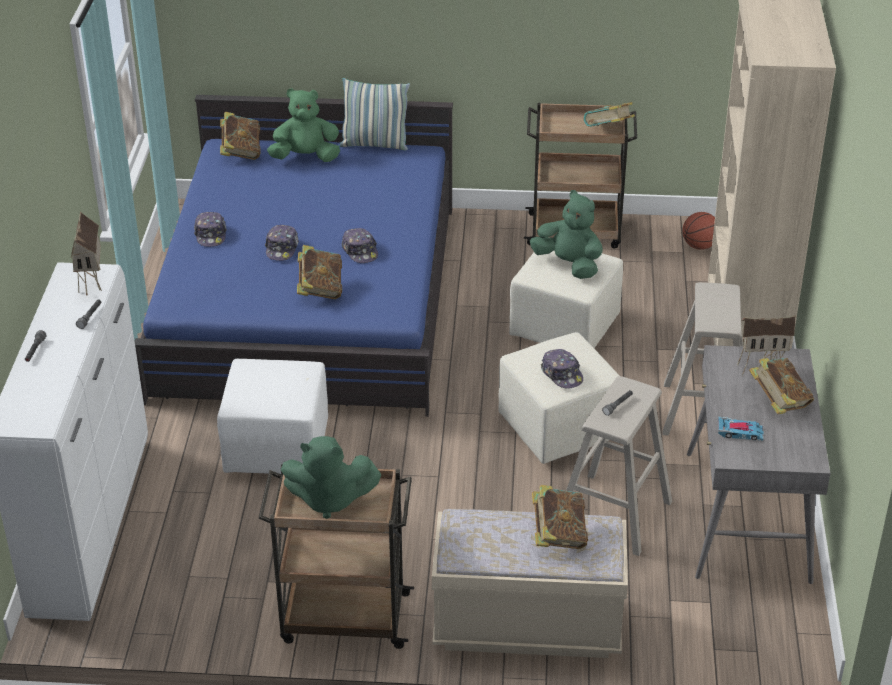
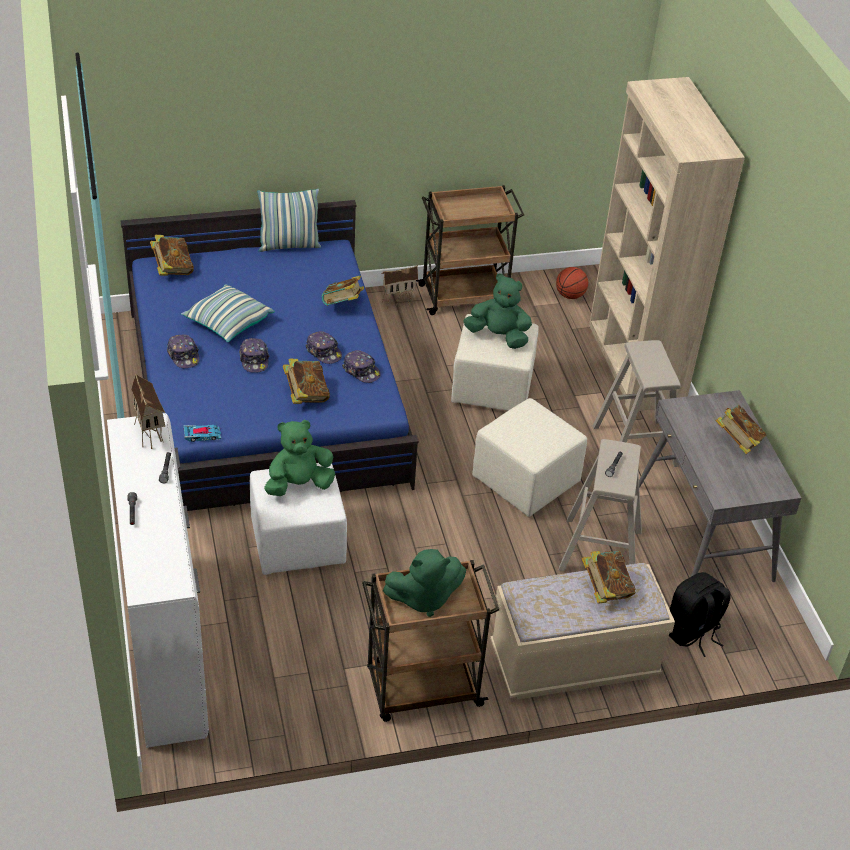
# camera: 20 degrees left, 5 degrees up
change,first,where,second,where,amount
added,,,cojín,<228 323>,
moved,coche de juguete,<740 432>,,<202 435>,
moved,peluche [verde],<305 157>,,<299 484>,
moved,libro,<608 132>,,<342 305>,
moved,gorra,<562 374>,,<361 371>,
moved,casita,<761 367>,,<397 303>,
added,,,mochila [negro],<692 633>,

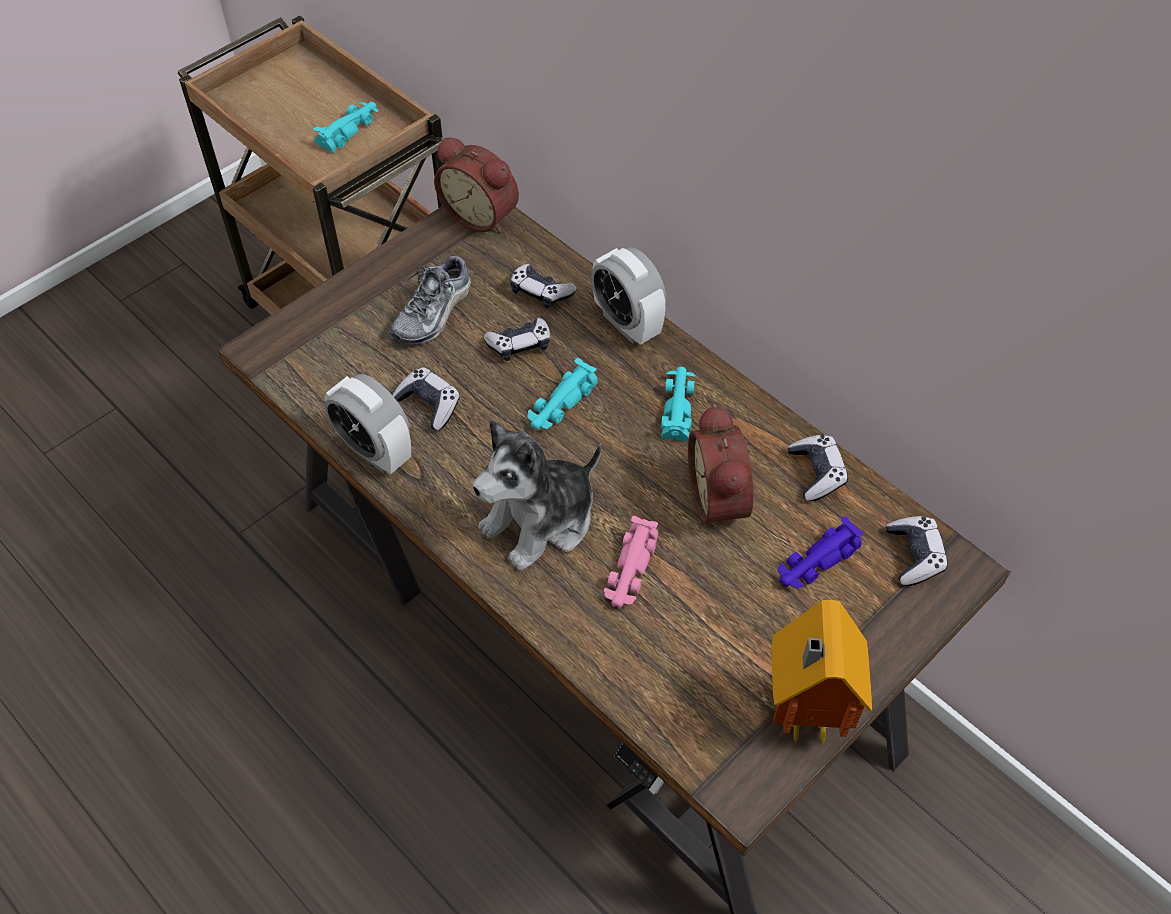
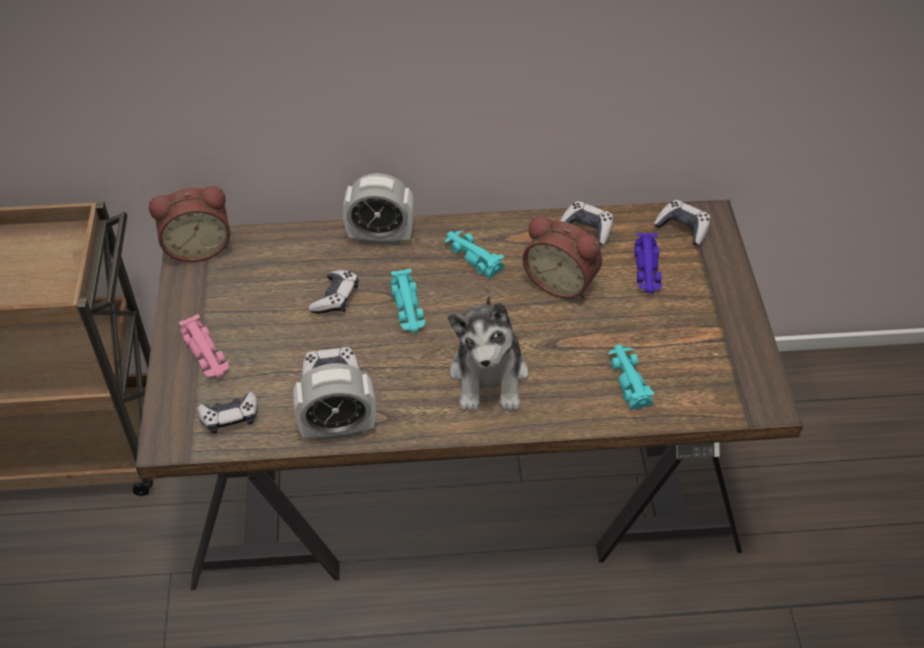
# camera: 50 degrees left, 5 degrees down
change,first,where,second,where,amount
moved,coche de juguete [rosa],<630 570>,,<206 355>,
moved,mando de consola,<540 292>,,<230 417>,
moved,coche de juguete [turquesa],<349 129>,,<628 379>,
removed,zapato,<433 313>,,,
removed,casita,<802 714>,,,

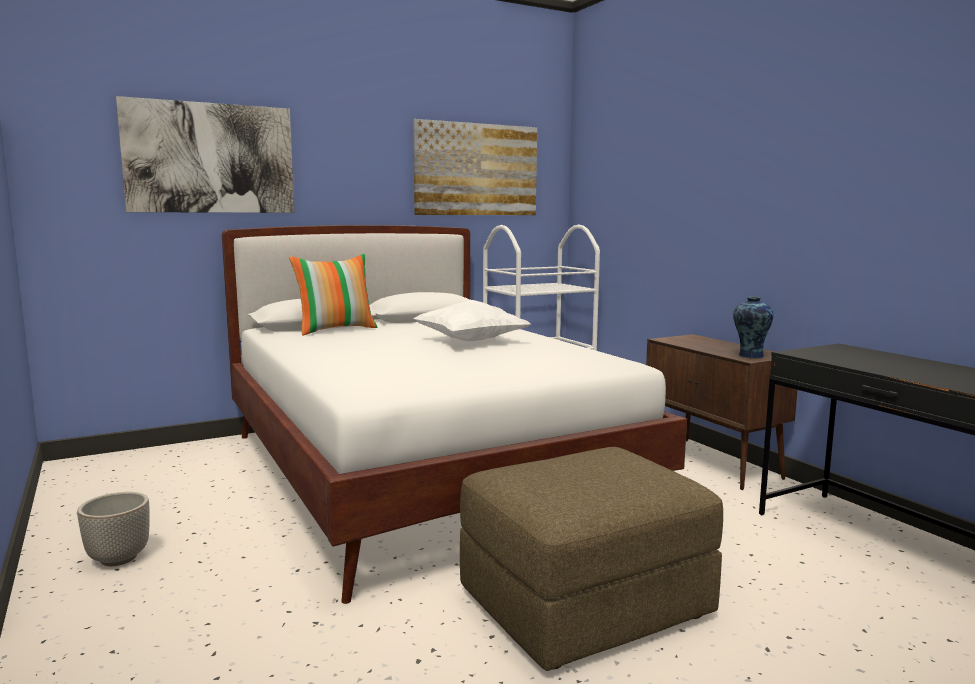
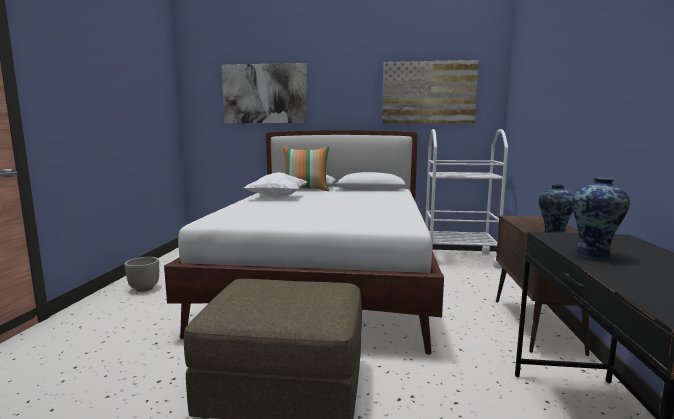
# camera: 35 degrees right, 0 degrees up
change,first,where,second,where,amount
moved,cojín [blanco],<471 341>,,<277 197>,
added,,,florero,<594 255>,

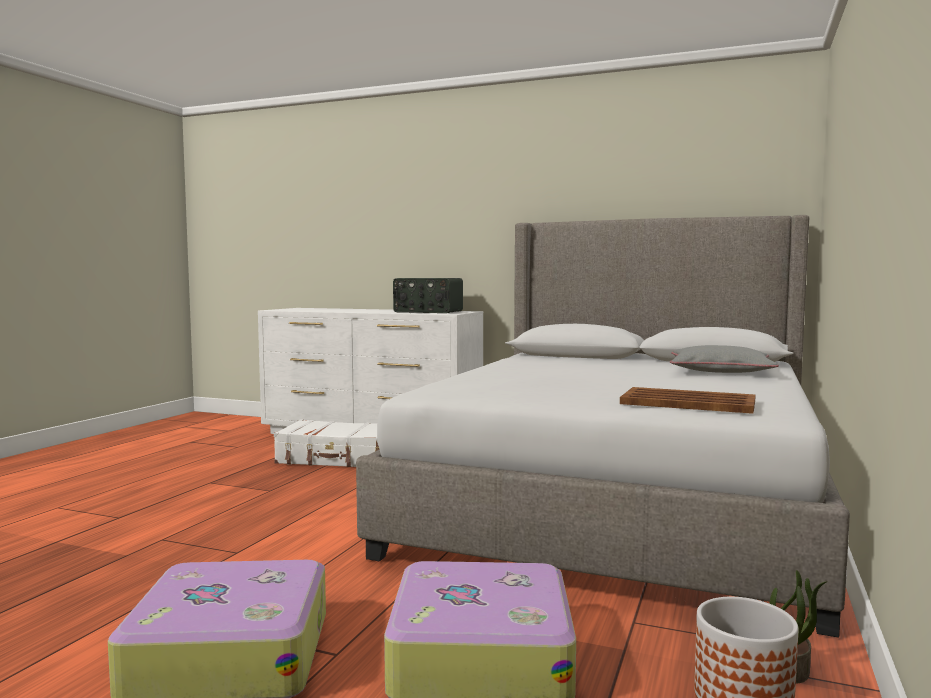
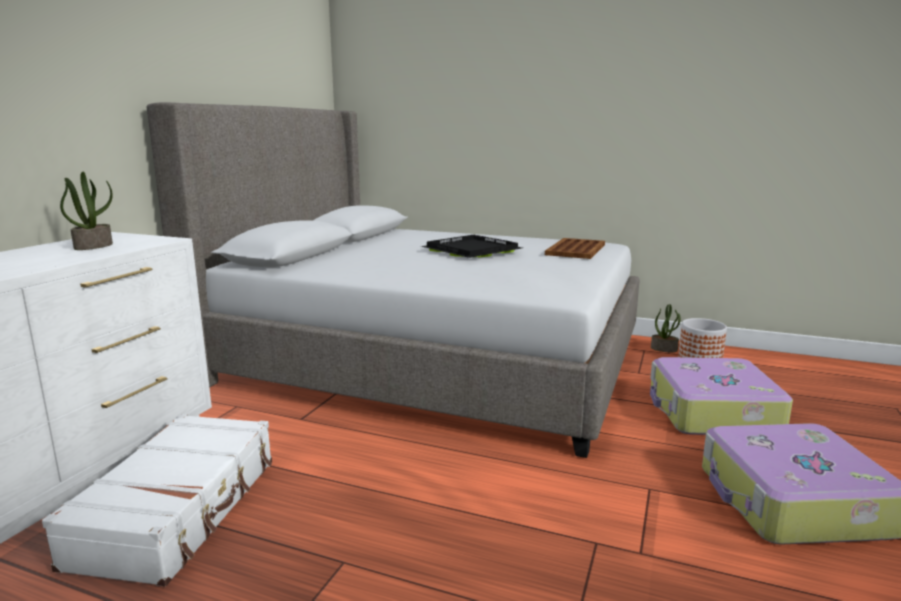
# camera: 90 degrees left, 10 degrees up
change,first,where,second,where,amount
replaced,radio,<428 311>,planta en maceta,<93 246>,
added,,,bandeja [negro],<470 250>,
removed,cojín [gris],<720 371>,,,

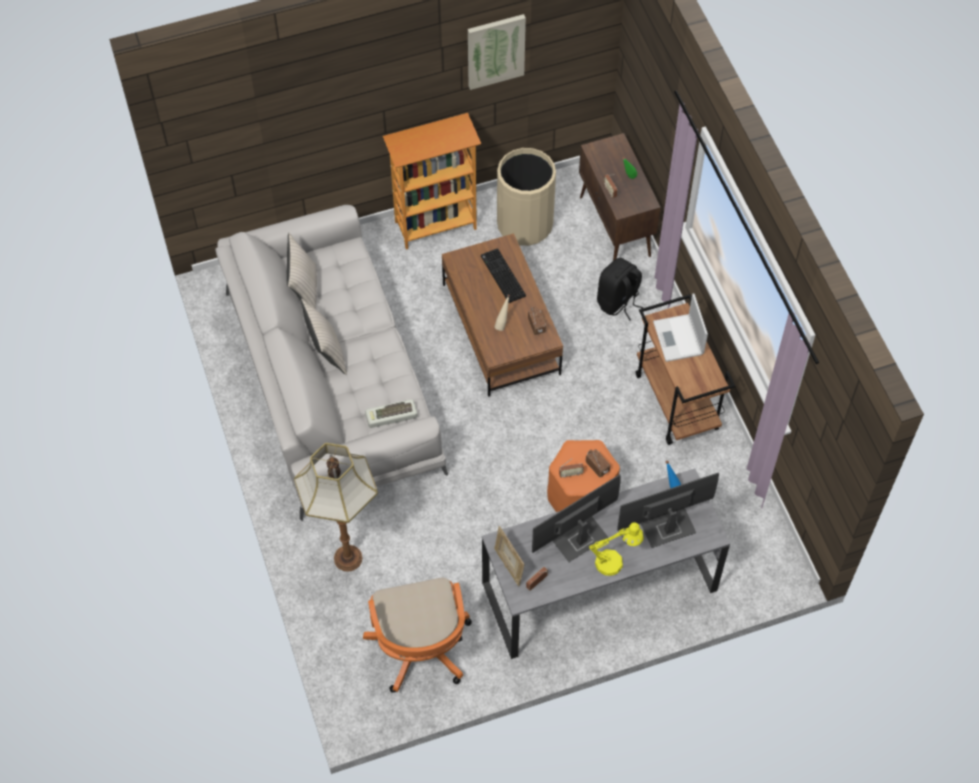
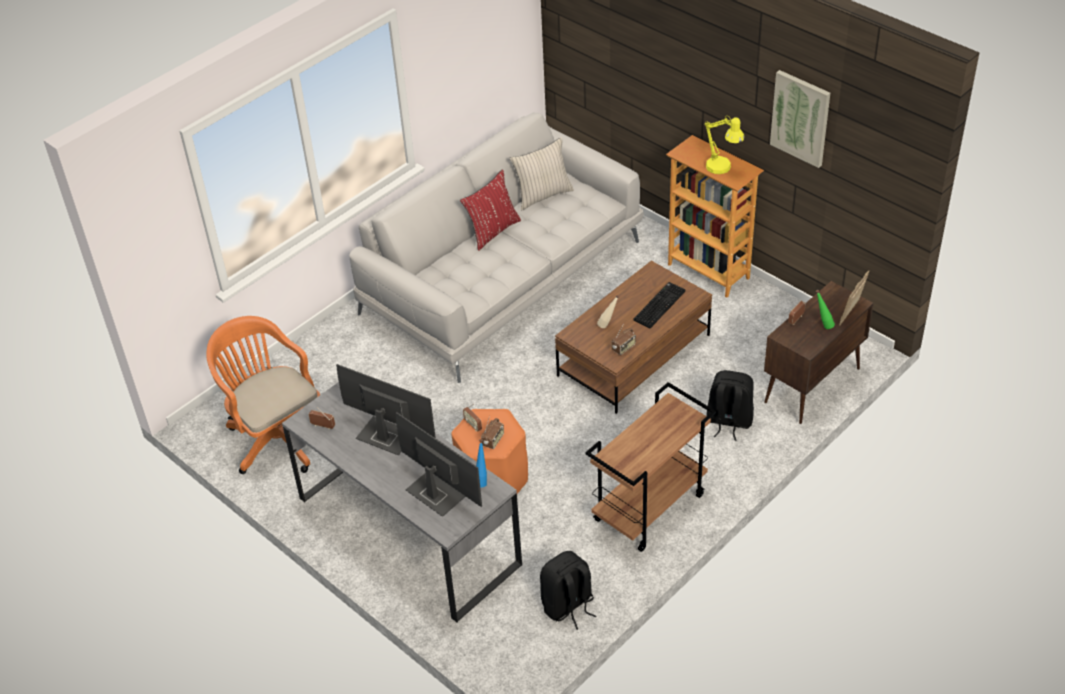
# camera: 65 degrees right, 15 degrees down
change,first,where,second,where,amount
turned,silla de oficina [naranja],<421 651>,,<276 437>,90 degrees clockwise
recoloured,cojín [beis],<326 352>,cojín [rojo],<492 231>,
added,,,mochila [negro],<568 606>,
moved,lámpara de mesa [amarillo],<615 561>,,<722 169>,
moved,portarretratos,<508 565>,,<851 313>,
removed,lámpara de pie,<347 559>,,,
removed,teclado,<391 416>,,,
removed,papelera [beis],<525 224>,,,
removed,portátil,<678 339>,,,

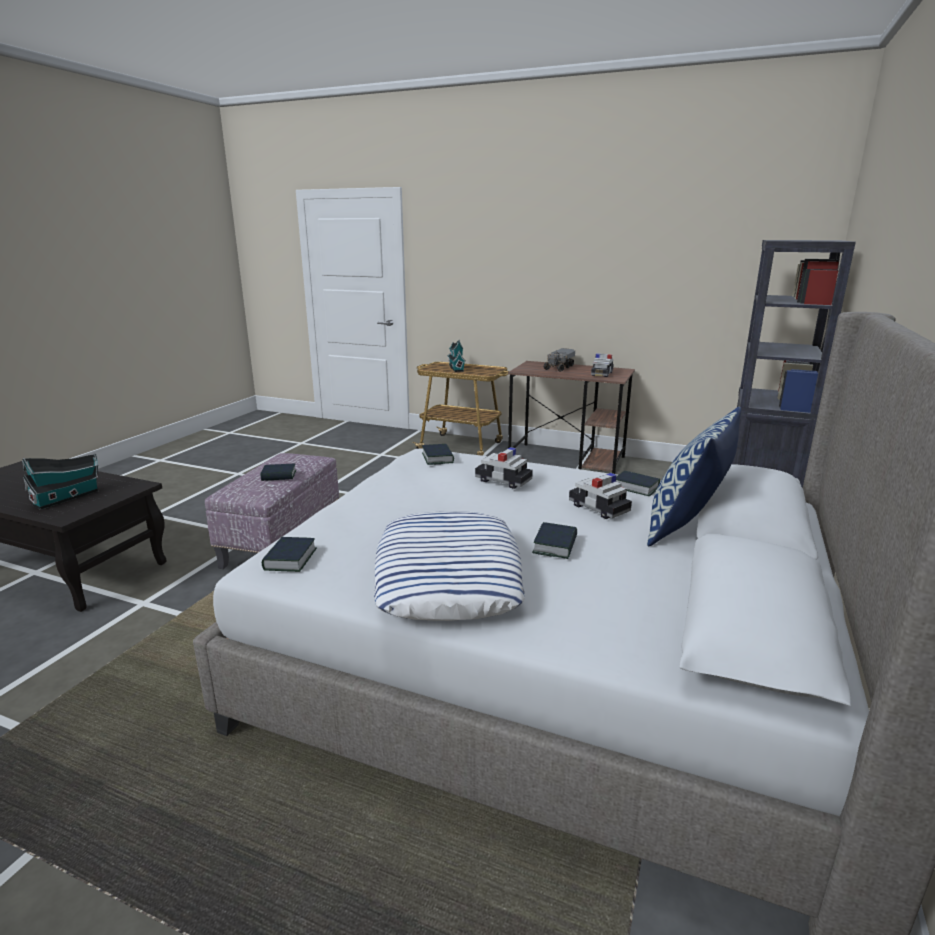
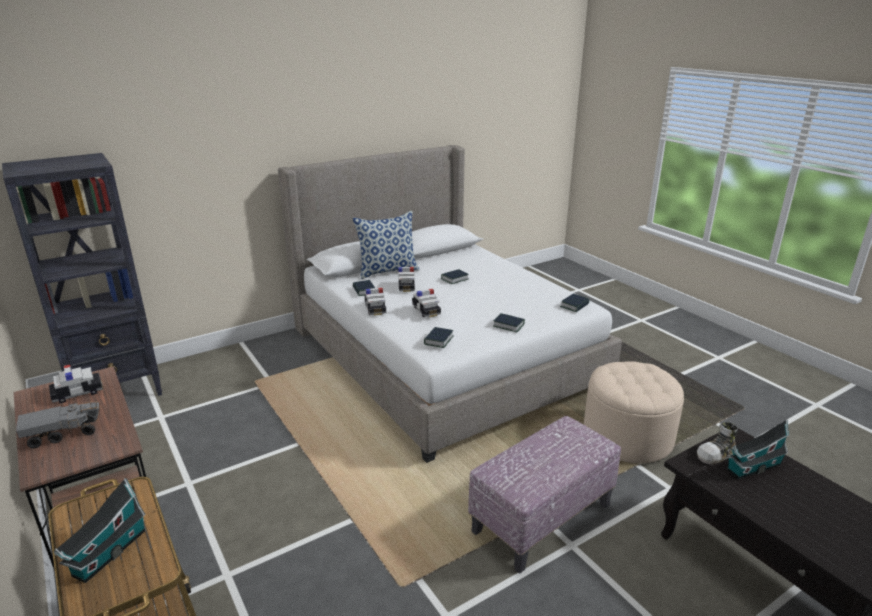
# camera: 145 degrees left, 5 degrees up
change,first,where,second,where,amount
added,,,coche de juguete,<375 308>,
moved,libro,<279 476>,,<508 325>,
added,,,puf [beis],<627 436>,
added,,,zapato,<717 454>,
removed,cojín,<447 575>,,,

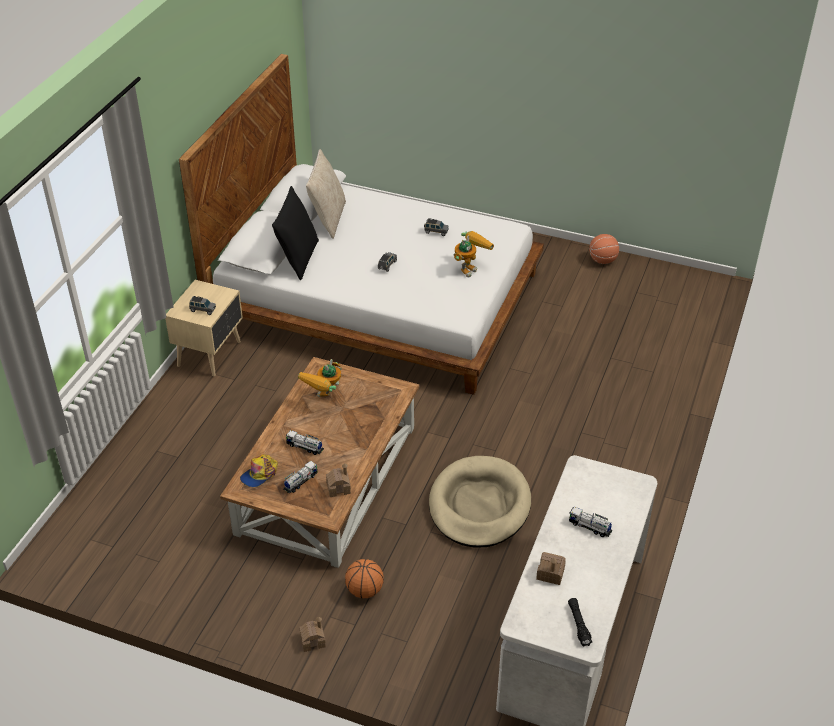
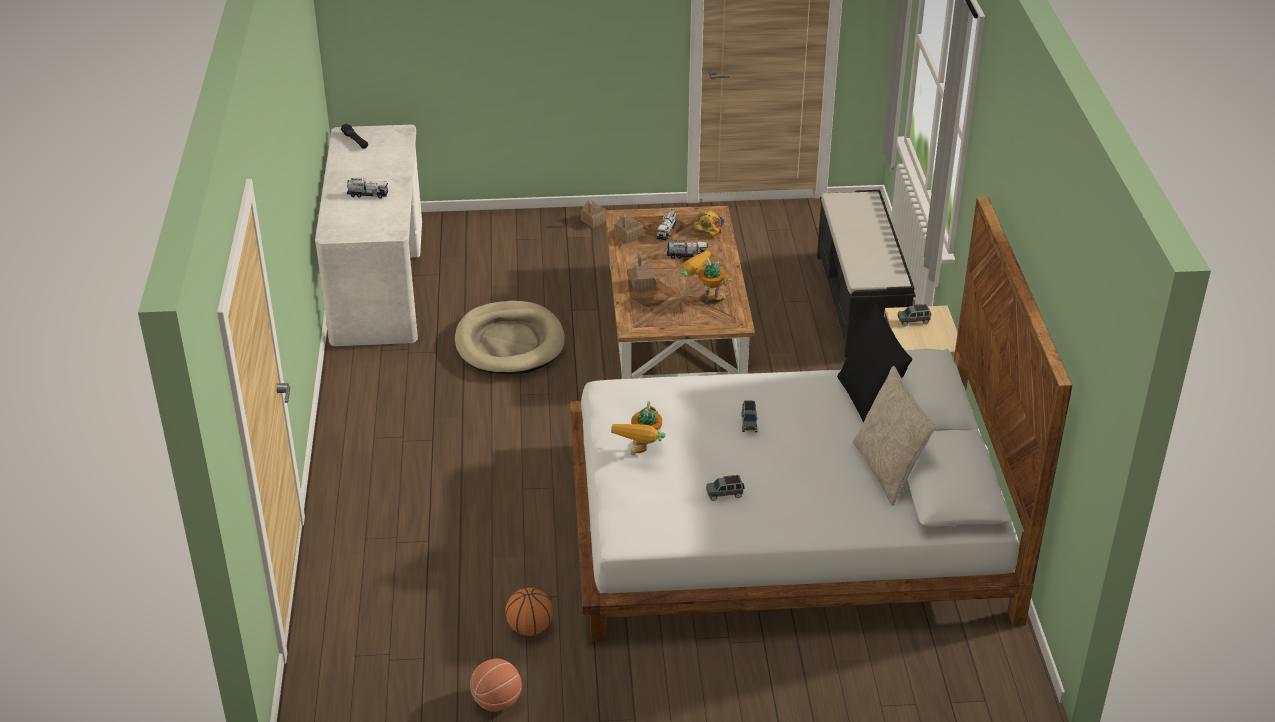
# camera: 155 degrees right, 5 degrees down
change,first,where,second,where,amount
moved,balón de baloncesto,<364 590>,,<530 628>,
moved,casita,<550 573>,,<643 284>,
turned,robot de juguete,<325 399>,,<704 298>,60 degrees counterclockwise
added,,,banco [negro],<860 304>,

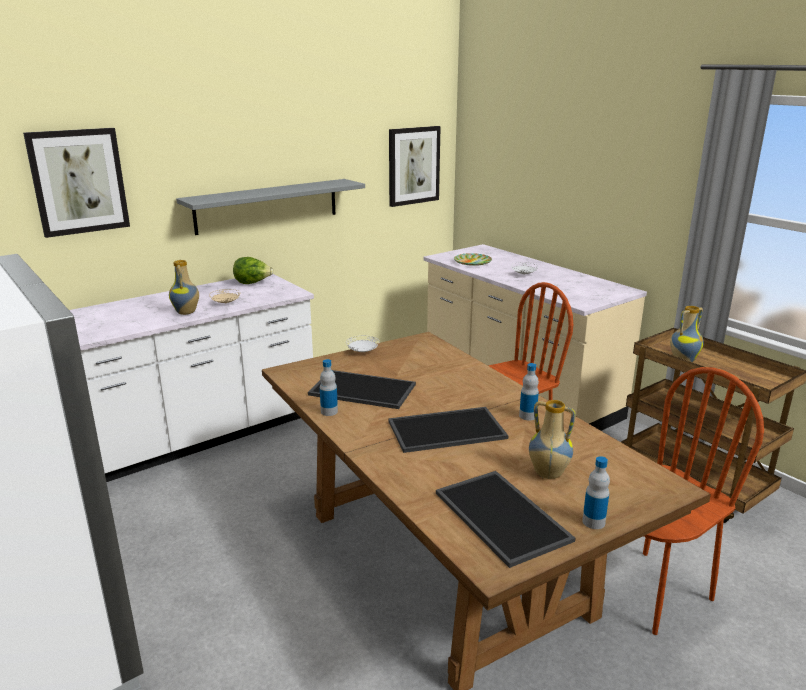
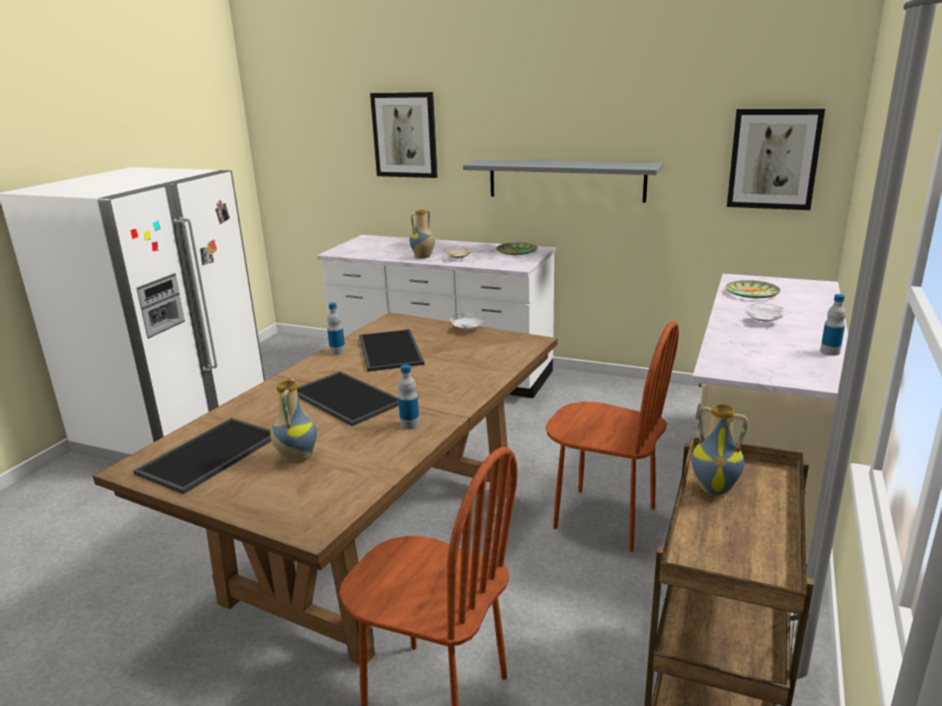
# camera: 60 degrees right, 0 degrees up
change,first,where,second,where,amount
replaced,lechuga,<253 283>,plato,<517 251>,
moved,botella,<593 522>,,<830 352>,

